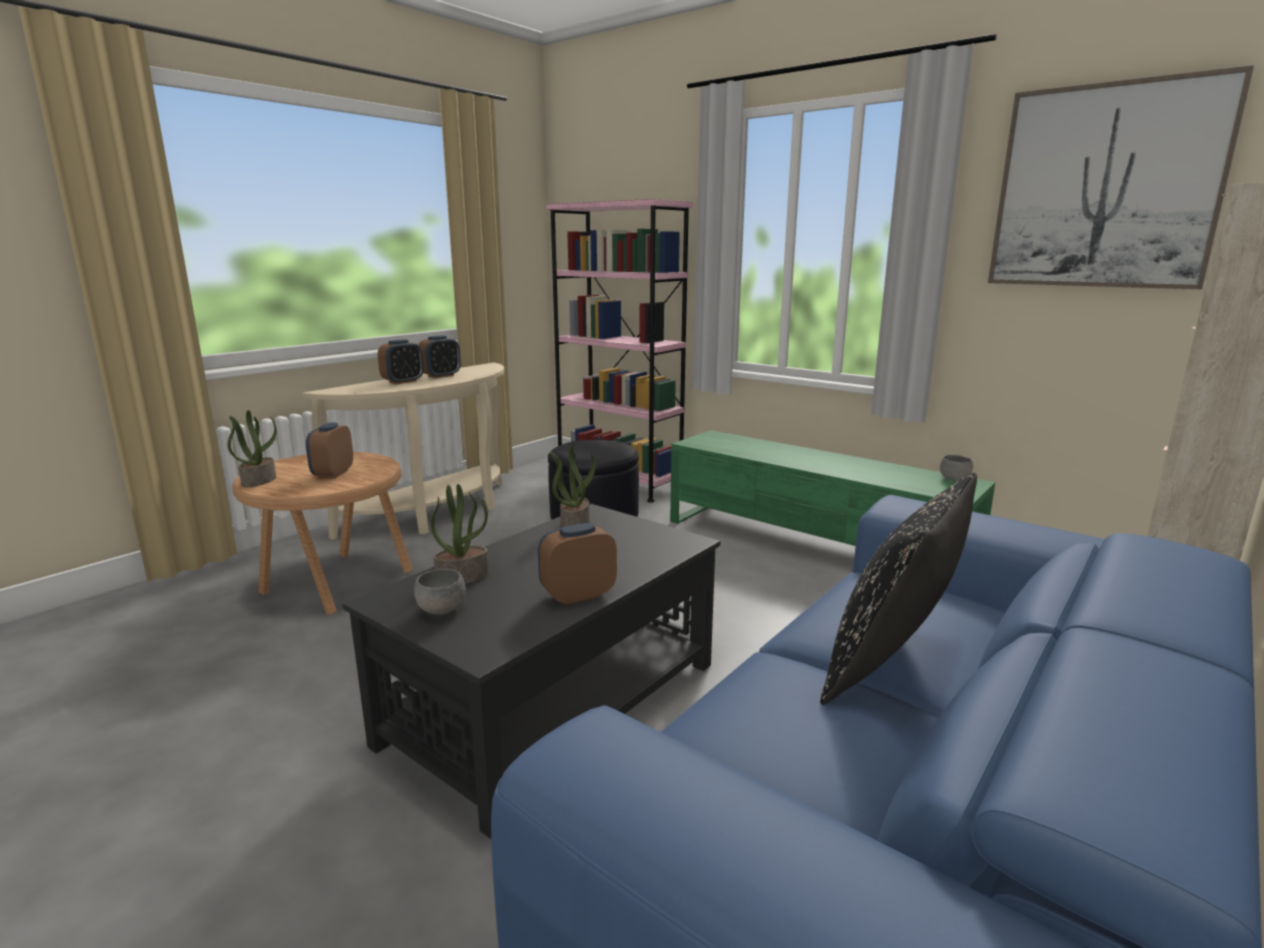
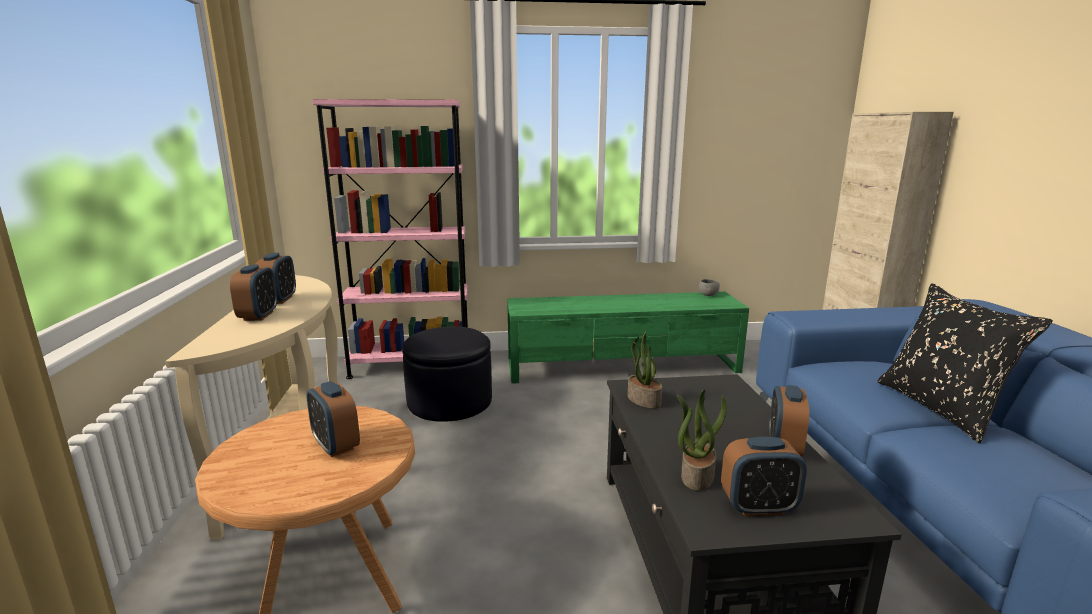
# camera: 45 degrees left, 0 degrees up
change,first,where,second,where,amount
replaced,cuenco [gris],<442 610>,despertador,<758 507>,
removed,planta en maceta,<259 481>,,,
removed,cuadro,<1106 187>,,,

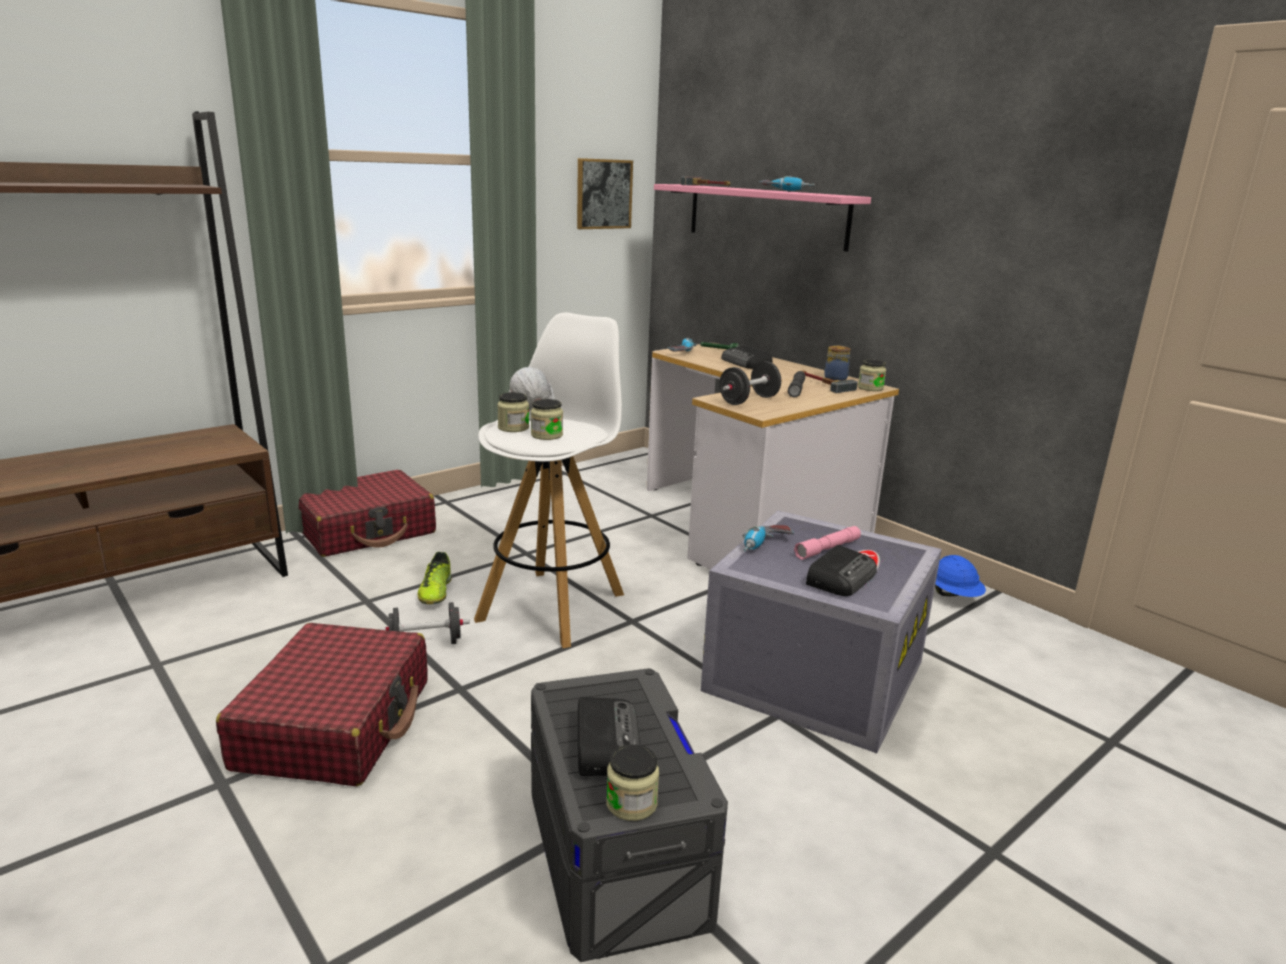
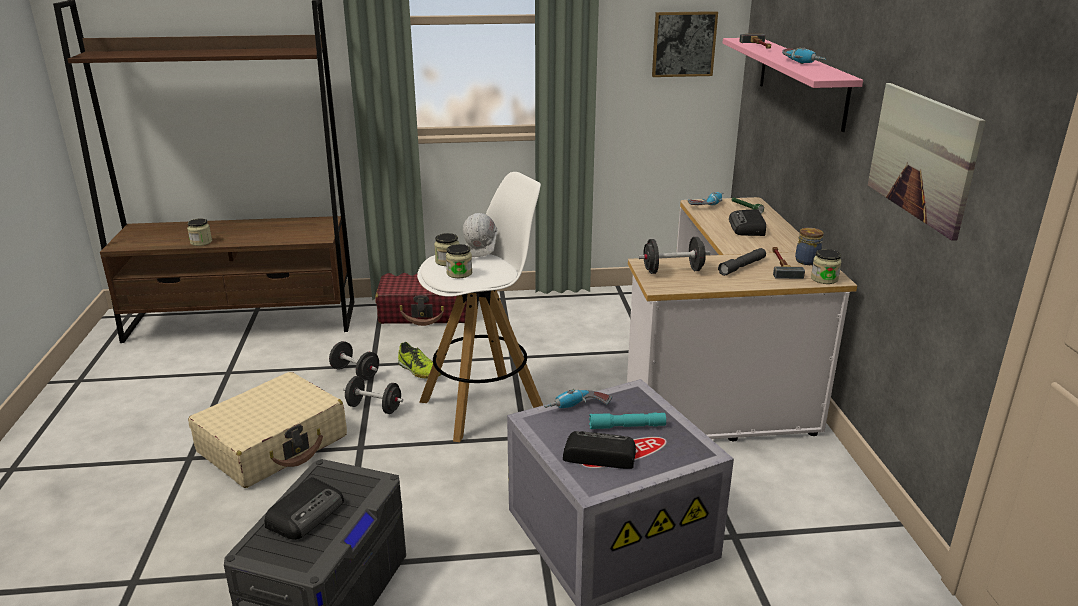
# camera: 35 degrees right, 5 degrees up
change,first,where,second,where,amount
moved,tarro,<631 803>,,<201 242>,
recoloured,maleta [rojo],<336 724>,maleta [beis],<273 444>,
added,,,mancuerna [negro],<355 373>,
turned,zapato,<435 592>,,<419 371>,75 degrees counterclockwise
turned,radio,<841 577>,,<598 454>,150 degrees counterclockwise
recoloured,linterna [rosa],<827 549>,linterna [turquesa],<627 426>,
added,,,cuadro,<922 156>,
removed,casco [azul],<954 596>,,,

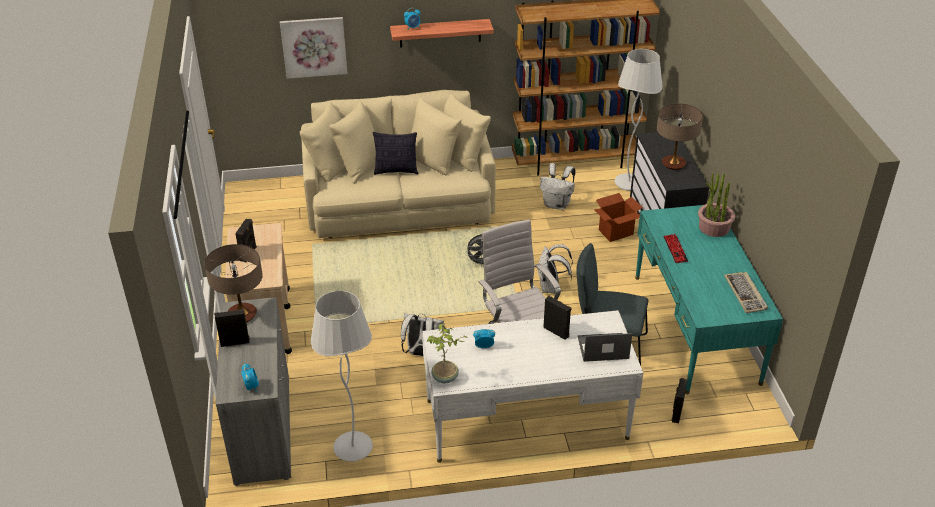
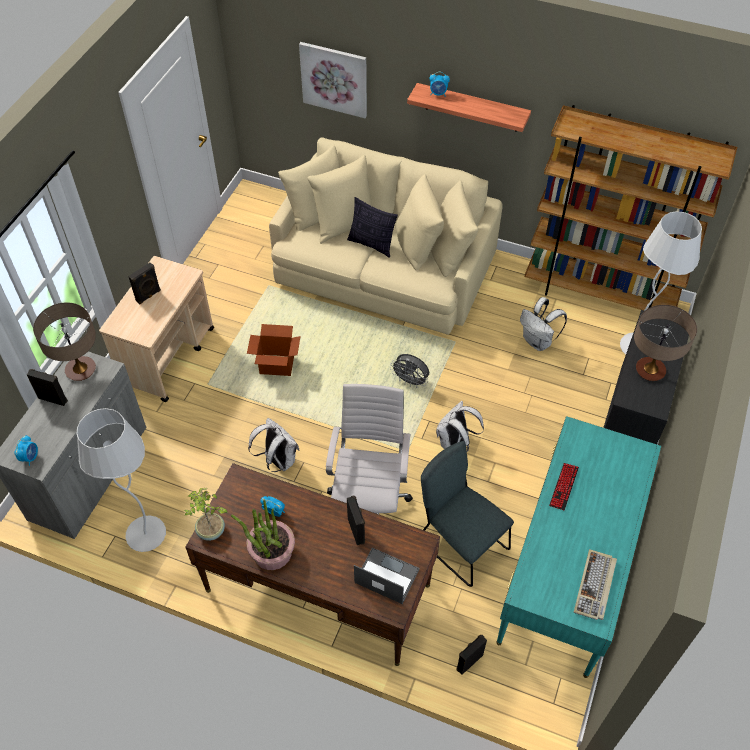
# camera: 30 degrees right, 15 degrees up
change,first,where,second,where,amount
recoloured,escritorio [blanco],<526 419>,escritorio [marrón],<318 587>,
moved,planta en maceta,<713 228>,,<271 552>,
moved,caja de cartón,<615 232>,,<276 365>,

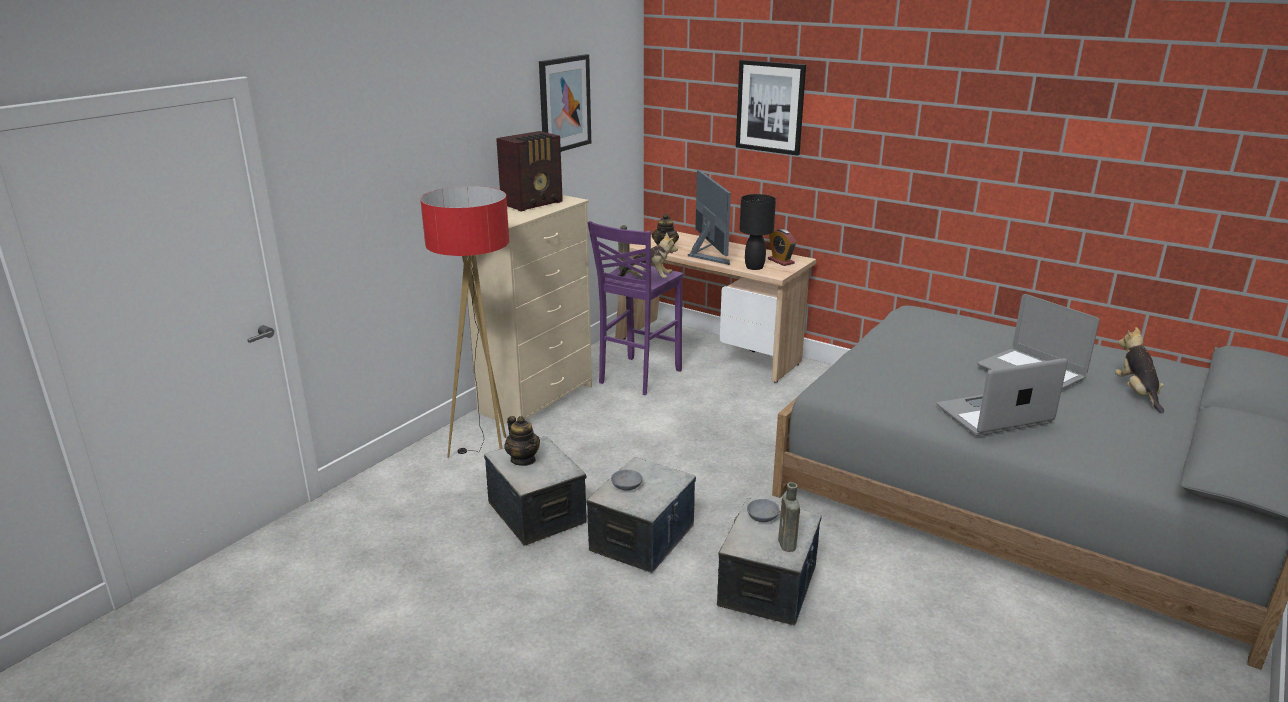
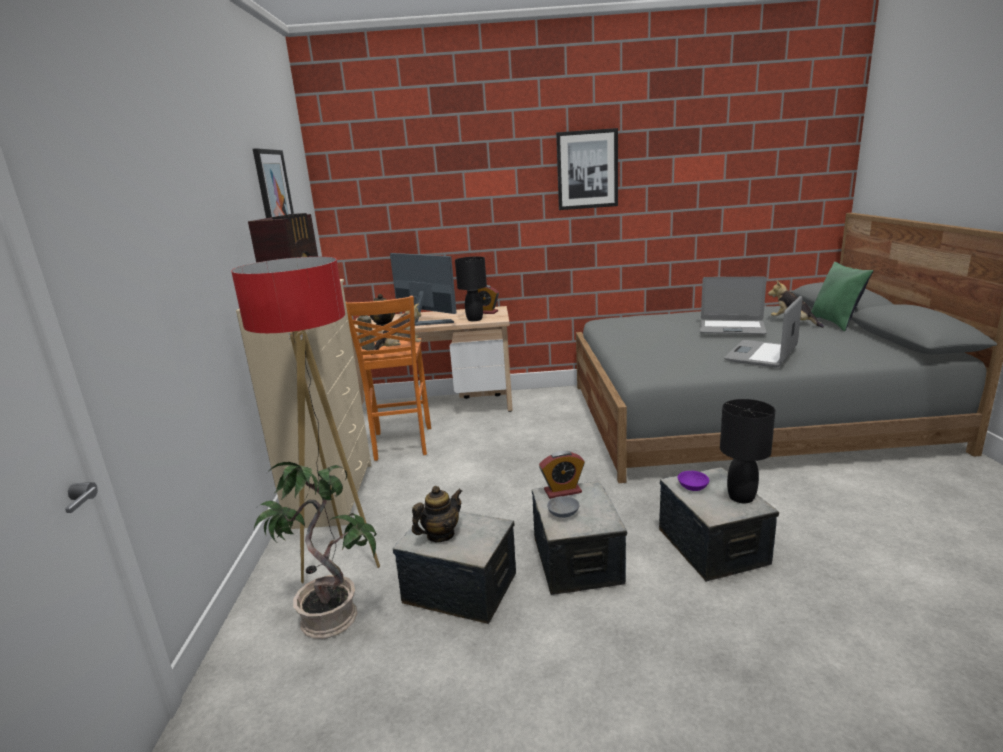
# camera: 35 degrees left, 5 degrees down
change,first,where,second,where,amount
added,,,planta en maceta,<332 617>,
recoloured,taburete [morado],<637 377>,taburete [naranja],<401 444>,
turned,tetera,<523 460>,,<440 535>,60 degrees counterclockwise
added,,,despertador,<562 491>,
moved,cuadro,<770 107>,,<587 169>,
recoloured,cuenco [gris],<761 516>,cuenco [morado],<691 486>,
replaced,botella [marrón],<787 545>,lámpara de mesa [negro],<740 497>,
added,,,cojín [verde],<836 323>,

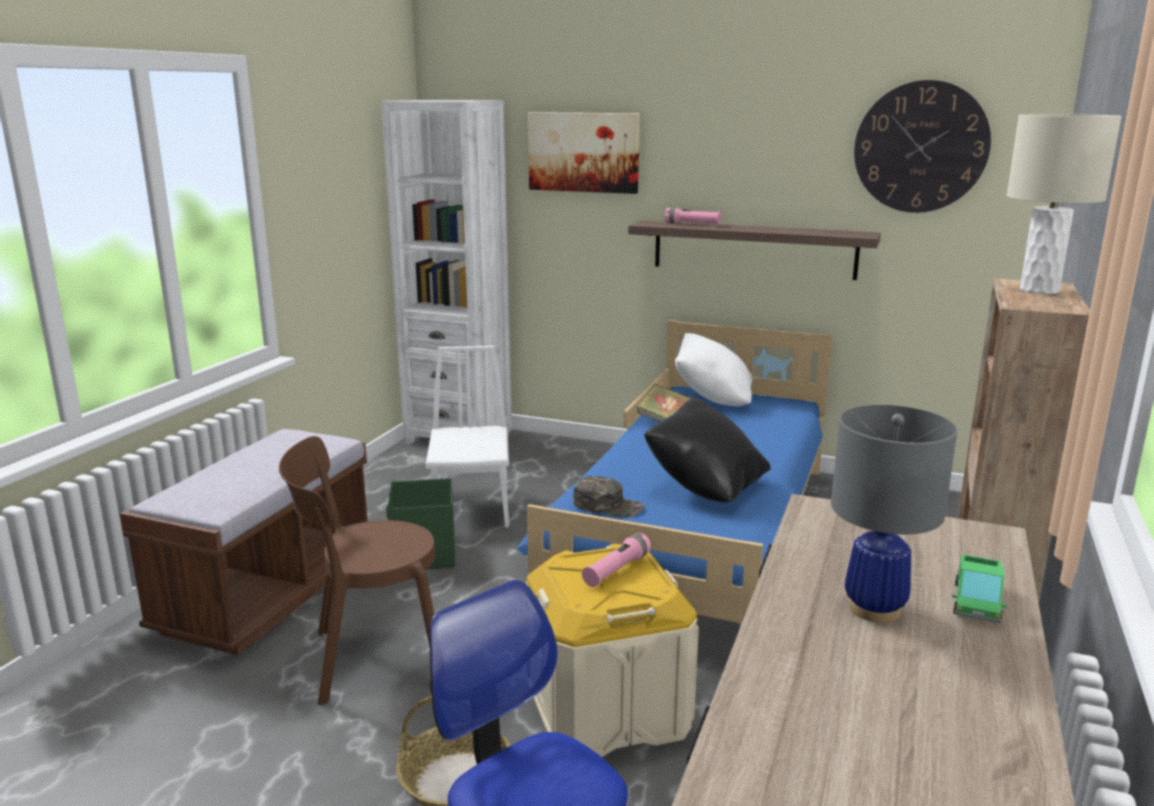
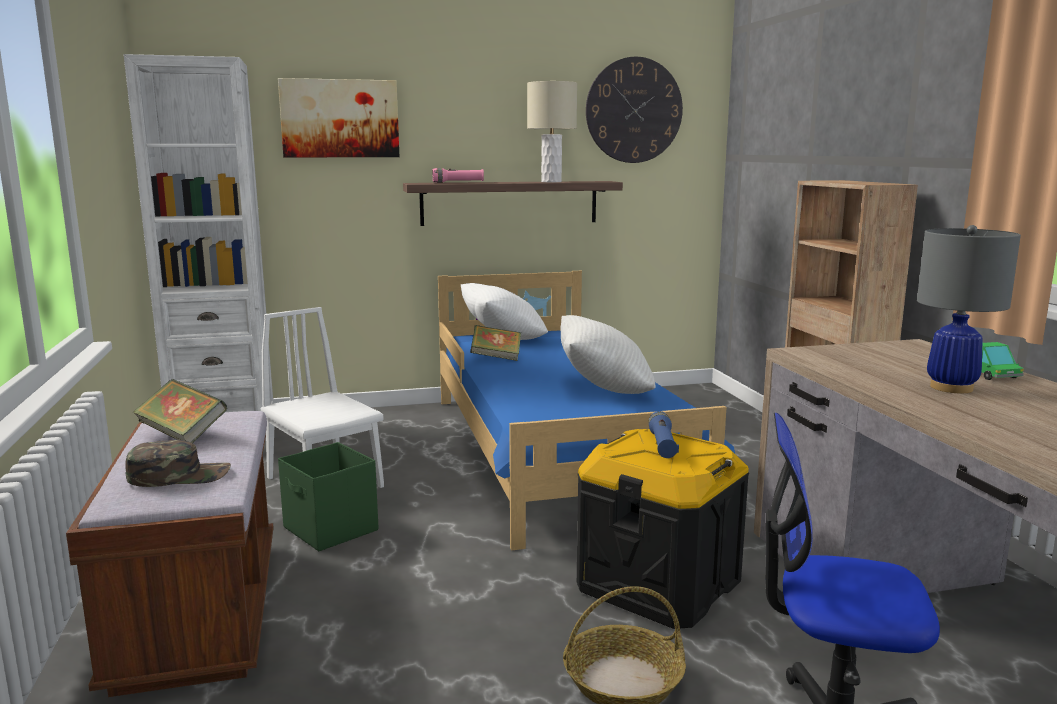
# camera: 35 degrees left, 5 degrees down
change,first,where,second,where,amount
moved,gorra [verde],<608 505>,,<179 475>,
added,,,libro,<182 434>,
moved,lámpara de mesa [beis],<1039 290>,,<551 182>,
recoloured,cojín [negro],<705 487>,cojín [blanco],<604 390>,
recoloured,caja de almacenaje [beis],<607 708>,caja de almacenaje [negro],<658 584>,
recoloured,linterna [rosa],<616 570>,linterna [azul],<662 445>,
removed,silla [marrón],<371 658>,,,

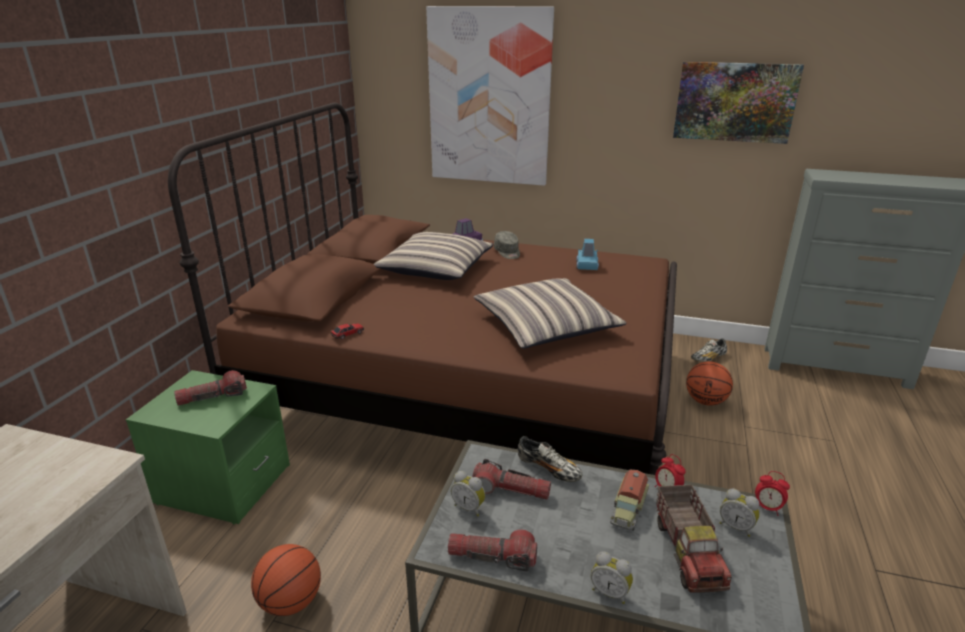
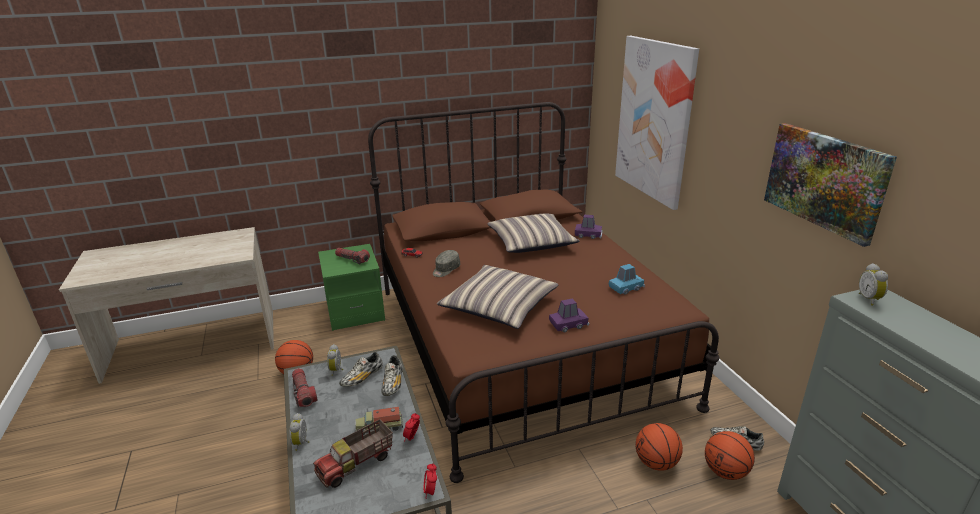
# camera: 55 degrees right, 0 degrees up
change,first,where,second,where,amount
replaced,linterna,<511 490>,zapato,<362 378>,
moved,gorra [gris],<507 252>,,<445 270>,
added,,,coche de juguete [morado],<568 324>,
added,,,balón de baloncesto,<725 471>,
moved,despertador,<736 526>,,<870 299>,

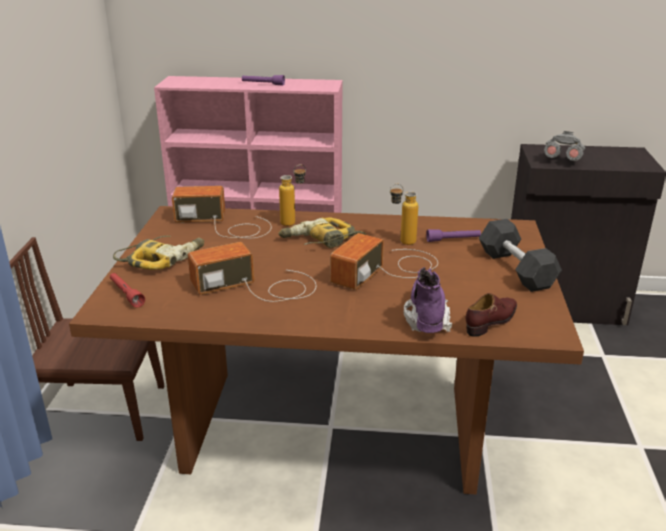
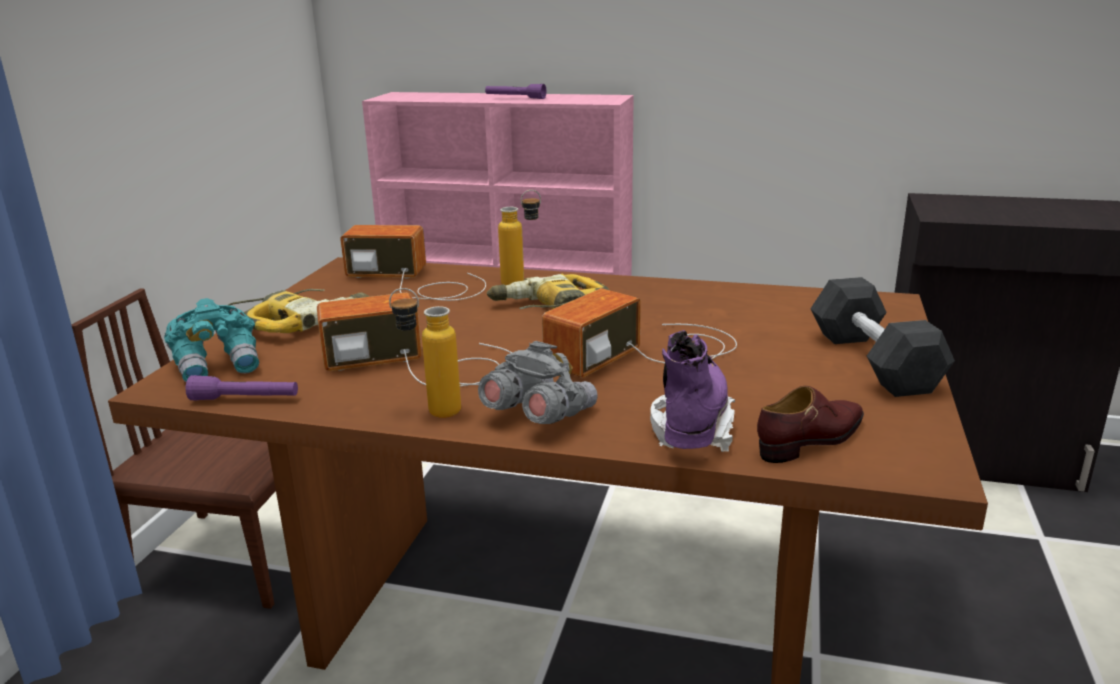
# camera: 10 degrees right, 5 degrees down
change,first,where,second,where,amount
replaced,linterna [rojo],<126 294>,prismáticos [turquesa],<218 365>,
moved,linterna [morado],<453 240>,,<245 399>,
moved,botella,<401 242>,,<431 412>,
moved,prismáticos [gris],<562 161>,,<538 416>,

